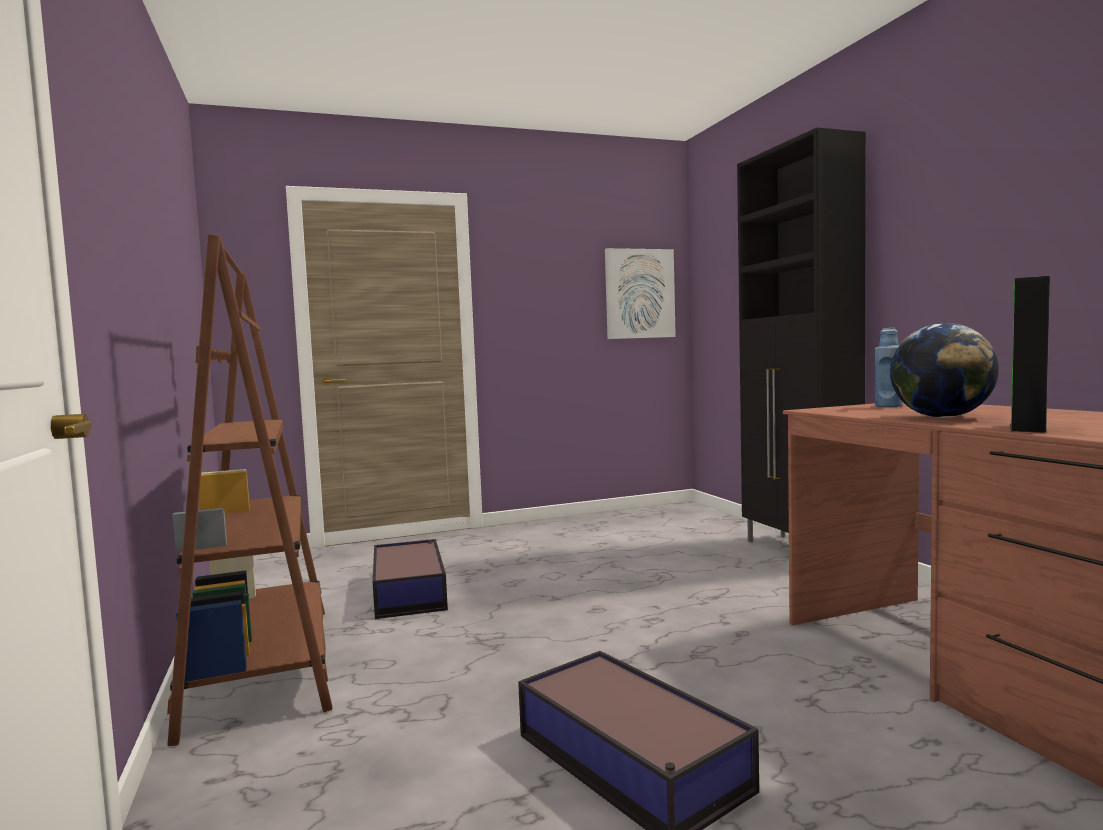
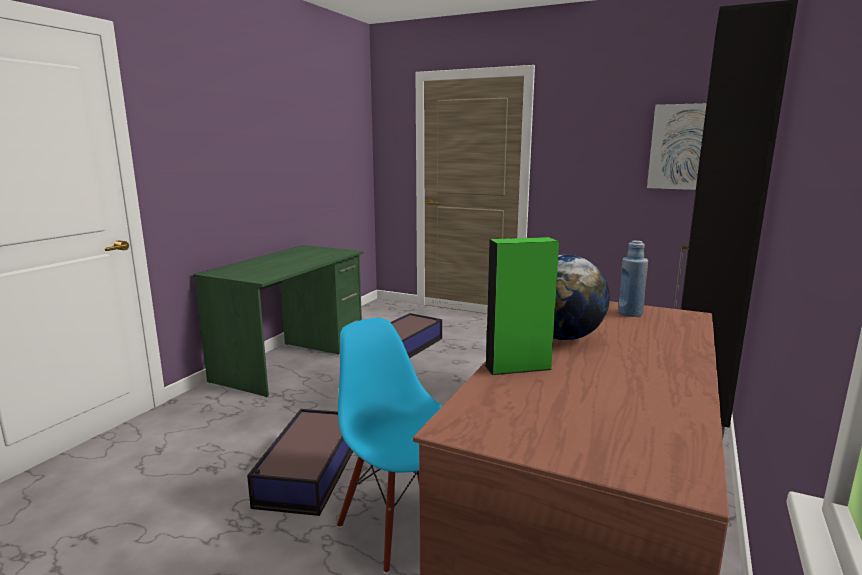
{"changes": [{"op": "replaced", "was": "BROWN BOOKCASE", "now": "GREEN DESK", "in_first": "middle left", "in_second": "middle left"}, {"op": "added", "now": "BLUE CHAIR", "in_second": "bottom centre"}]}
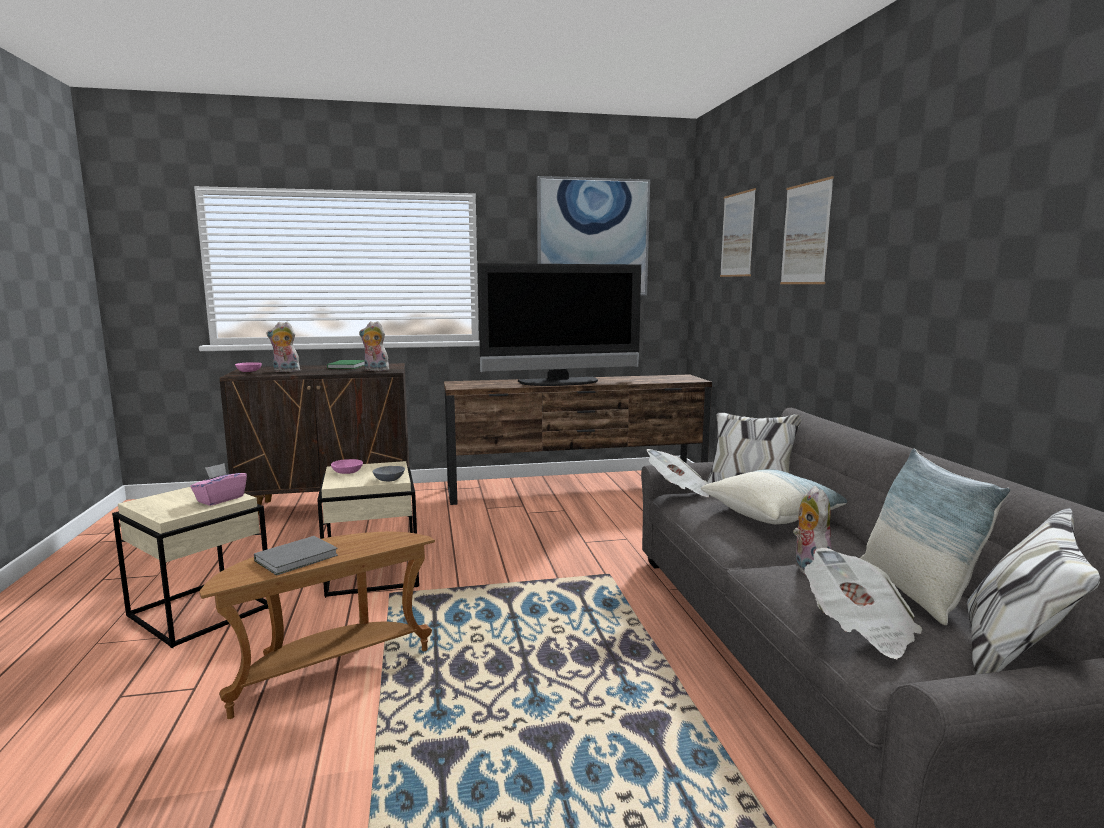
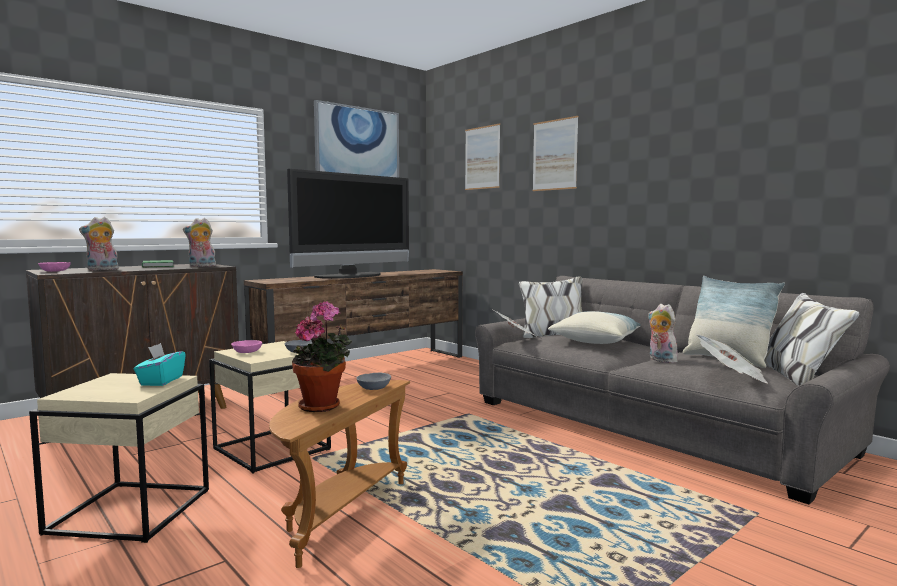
{"changes": [{"op": "recoloured", "was": "PINK TISSUE BOX", "now": "TURQUOISE TISSUE BOX", "in_first": "middle left", "in_second": "middle left"}, {"op": "replaced", "was": "GREY BOOK", "now": "POTTED PLANT", "in_first": "bottom left", "in_second": "centre"}, {"op": "added", "now": "GREY BOWL (2nd from left)", "in_second": "centre"}]}
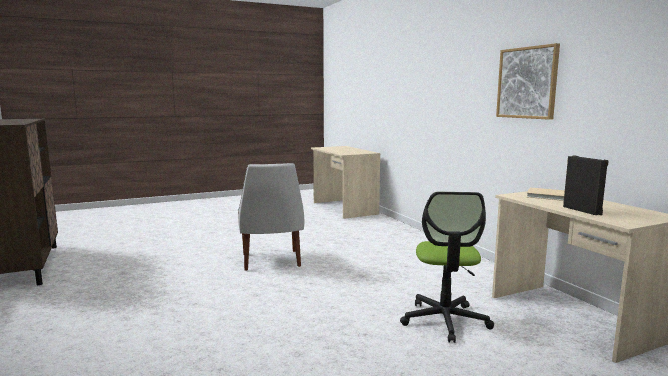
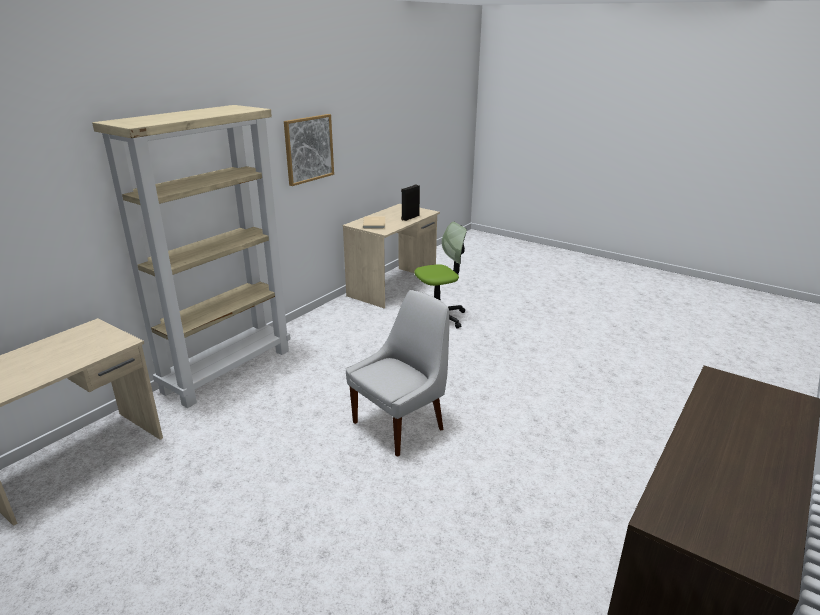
{"changes": [{"op": "added", "now": "BEIGE BOOKCASE", "in_second": "middle left"}]}
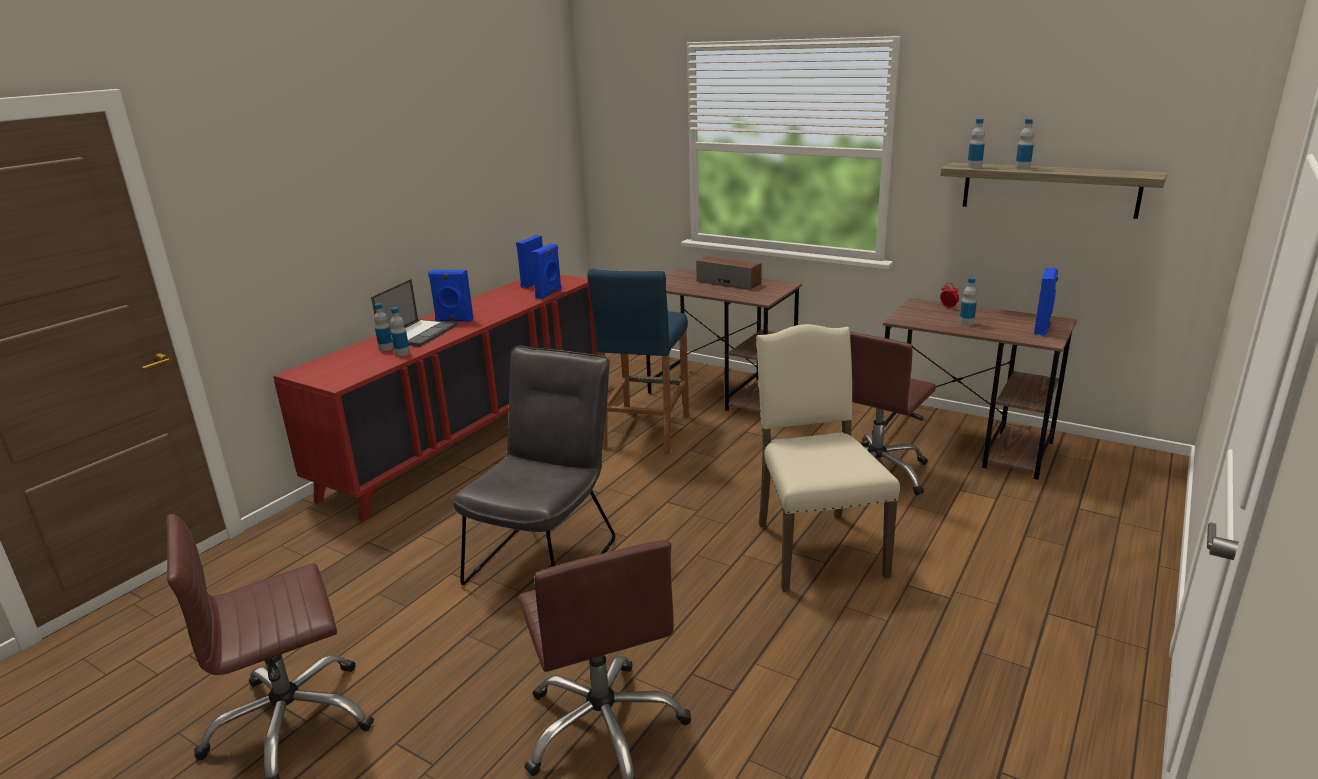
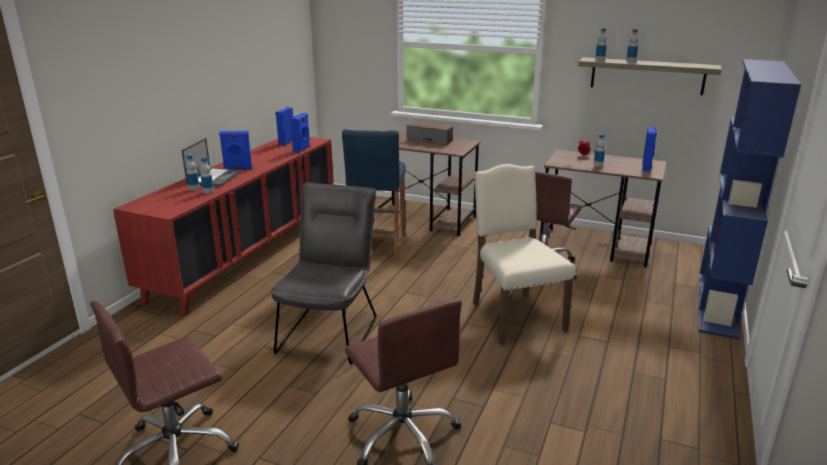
{"changes": [{"op": "added", "now": "BLUE BOOKCASE", "in_second": "middle right"}]}
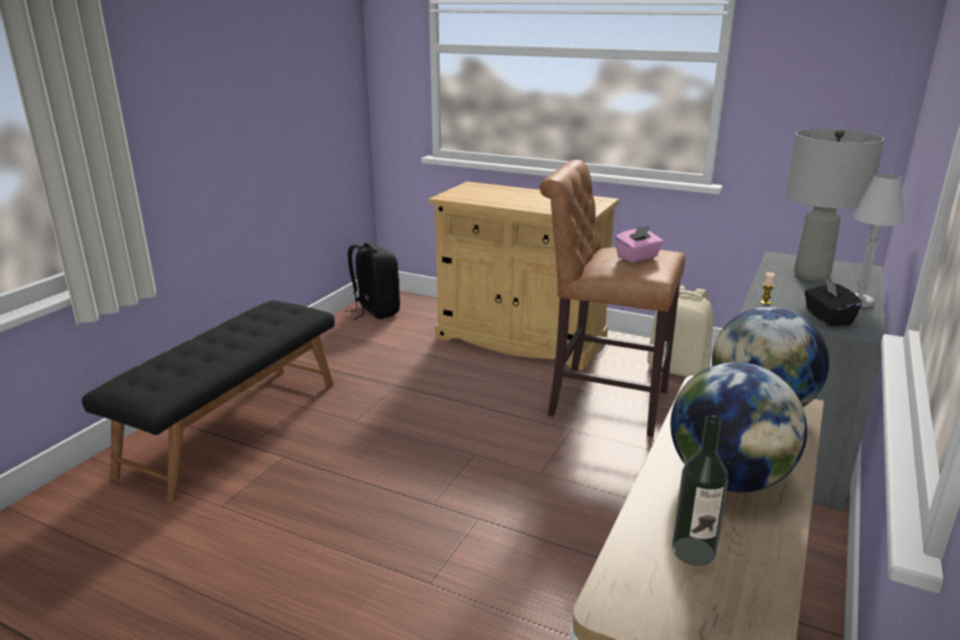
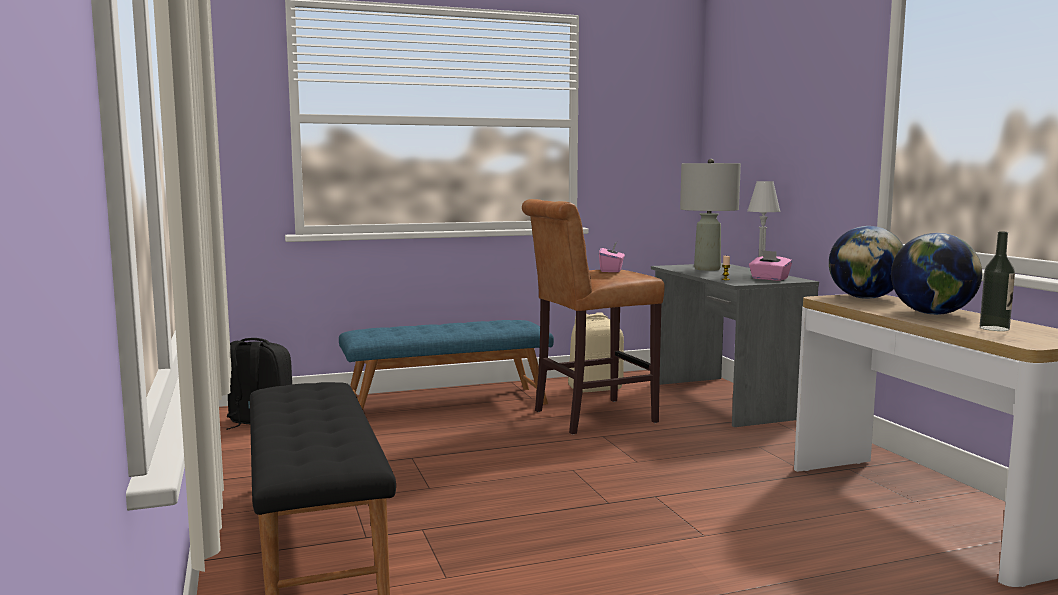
{"changes": [{"op": "replaced", "was": "BEIGE CABINET", "now": "BLUE BENCH", "in_first": "centre", "in_second": "centre"}, {"op": "recoloured", "was": "BLACK TISSUE BOX", "now": "PINK TISSUE BOX (2nd from left)", "in_first": "middle right", "in_second": "middle right"}]}
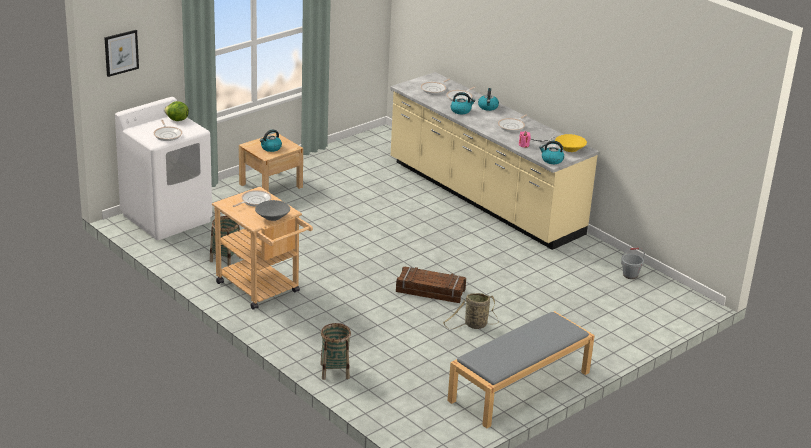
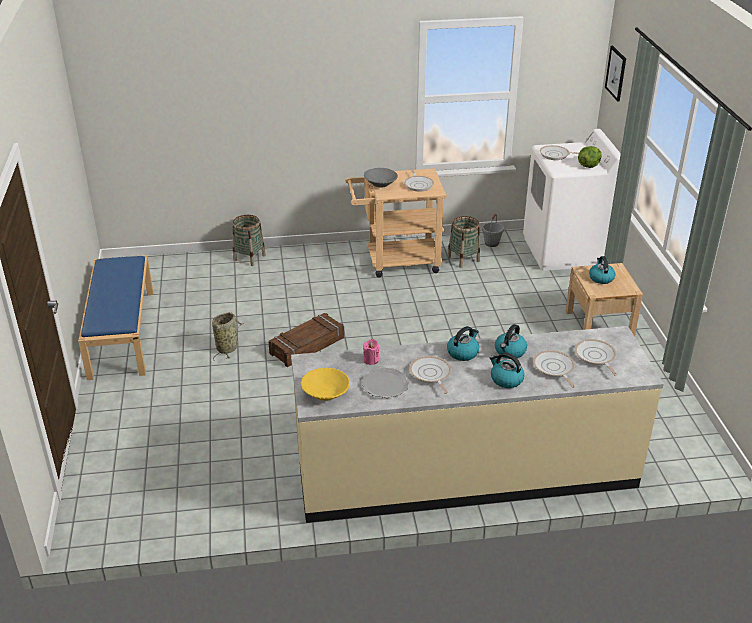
{"changes": [{"op": "recoloured", "was": "GREY BENCH", "now": "BLUE BENCH", "in_first": "bottom centre", "in_second": "middle left"}, {"op": "moved", "was": "KETTLE (4th from left in the first image)", "now": "KETTLE (1st from left)", "in_first": "middle right", "in_second": "centre"}, {"op": "moved", "was": "GREY BUCKET", "in_first": "middle right", "in_second": "centre"}]}
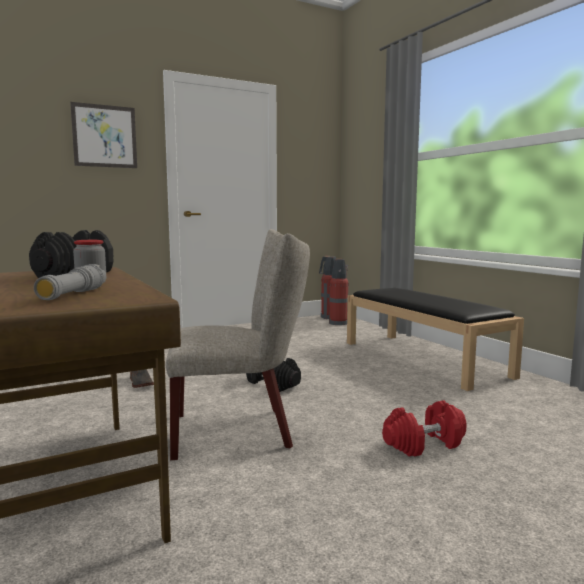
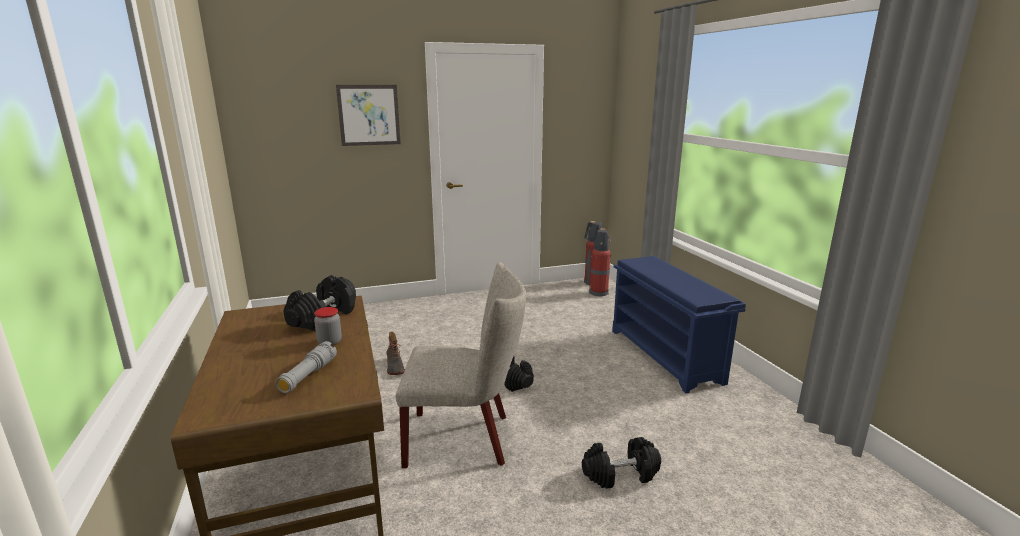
{"changes": [{"op": "recoloured", "was": "RED DUMBBELL", "now": "BLACK DUMBBELL (3rd from left)", "in_first": "bottom right", "in_second": "bottom centre"}, {"op": "replaced", "was": "BLACK BENCH", "now": "BLUE SHOE RACK", "in_first": "middle right", "in_second": "centre"}]}
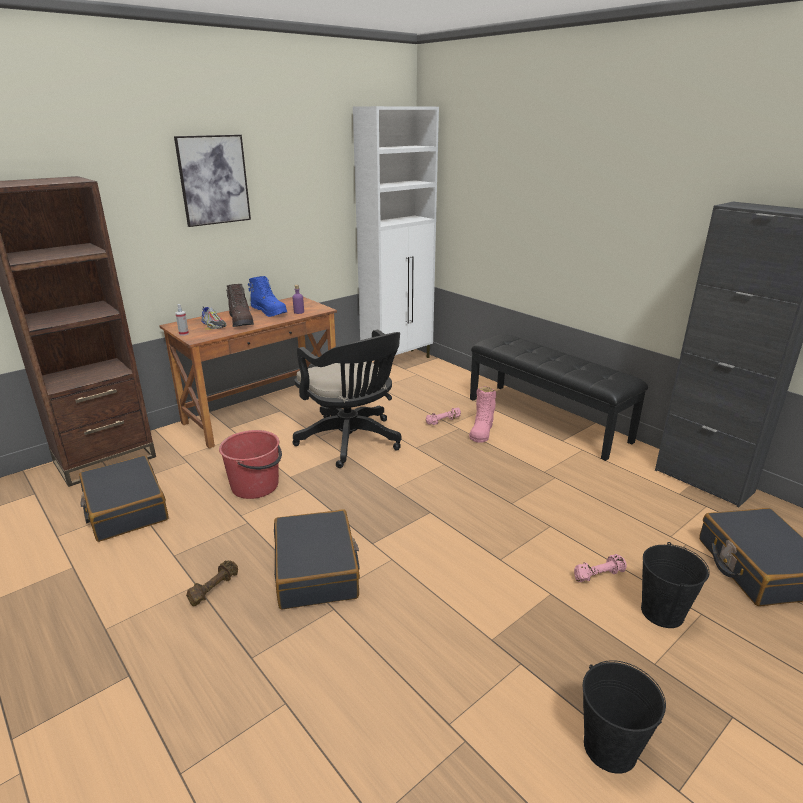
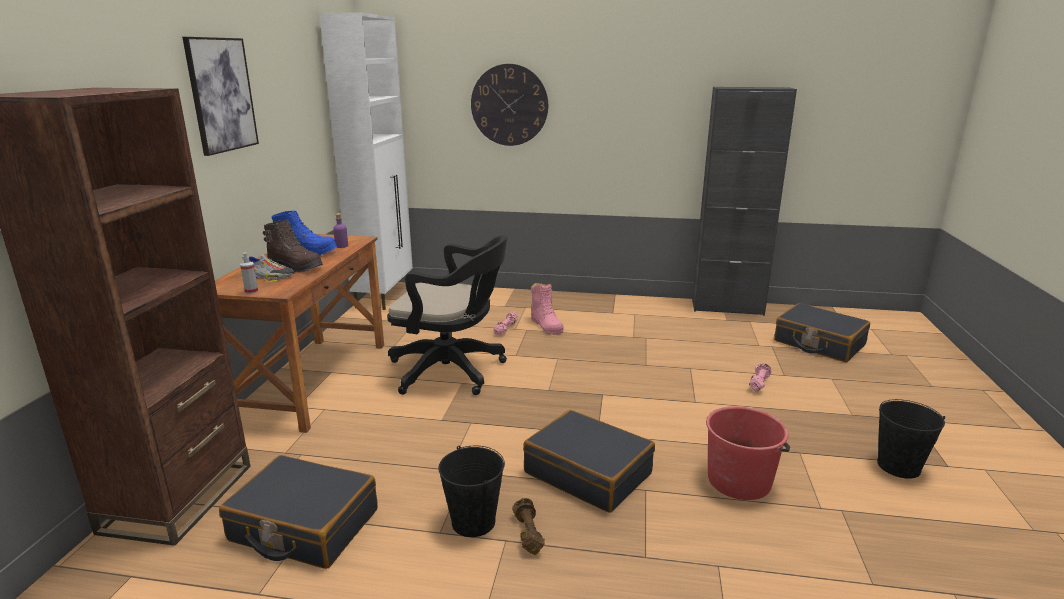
{"changes": [{"op": "moved", "was": "BLACK BUCKET (2nd from left in the first image)", "now": "BLACK BUCKET (1st from left)", "in_first": "bottom right", "in_second": "bottom centre"}, {"op": "added", "now": "WALL CLOCK", "in_second": "top centre"}, {"op": "moved", "was": "RED BUCKET", "in_first": "middle left", "in_second": "bottom right"}, {"op": "removed", "was": "BLACK BENCH", "in_first": "middle right"}]}
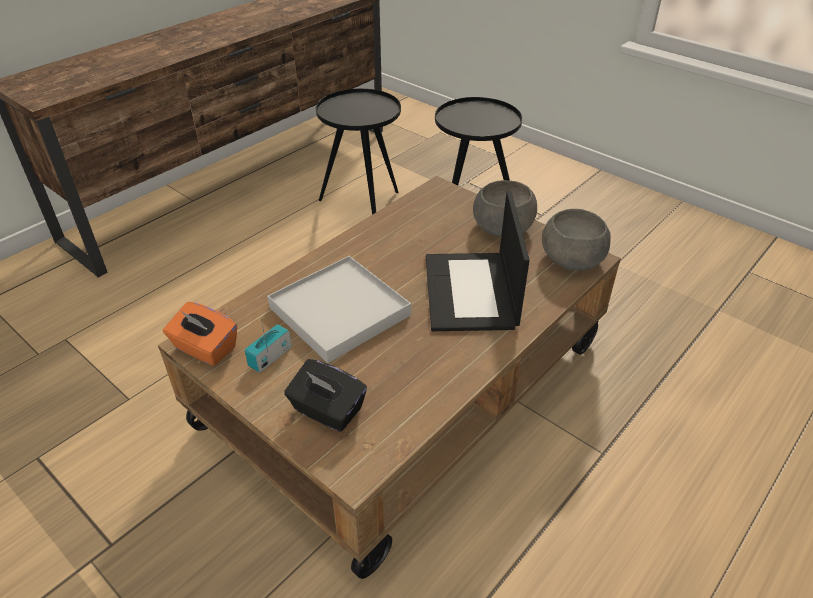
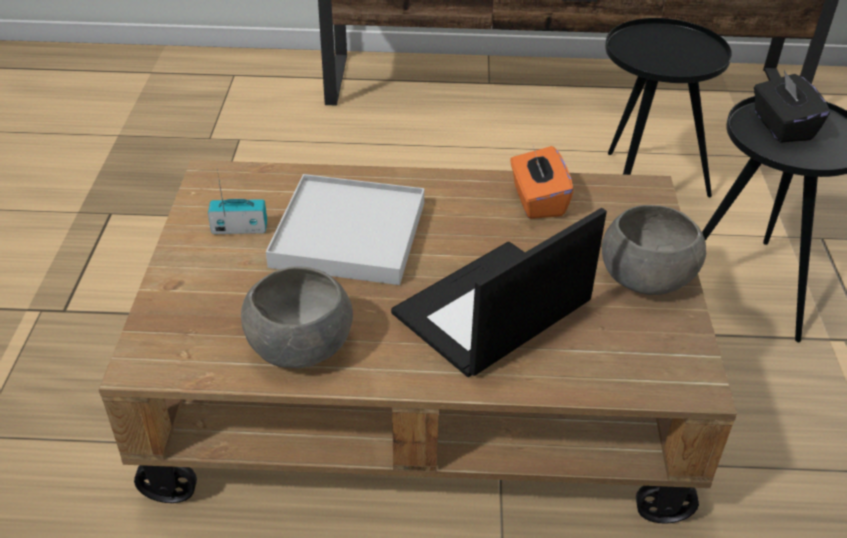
{"changes": [{"op": "moved", "was": "GREY BOWL (2nd from left in the first image)", "now": "GREY BOWL (1st from left)", "in_first": "middle right", "in_second": "centre"}, {"op": "moved", "was": "ORANGE TISSUE BOX", "in_first": "middle left", "in_second": "centre"}, {"op": "moved", "was": "BLACK TISSUE BOX", "in_first": "centre", "in_second": "top right"}]}
